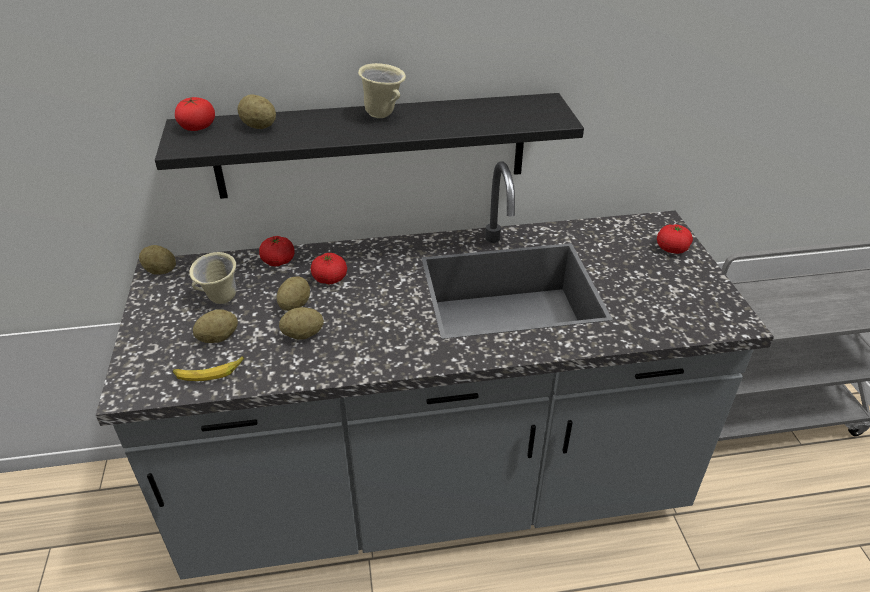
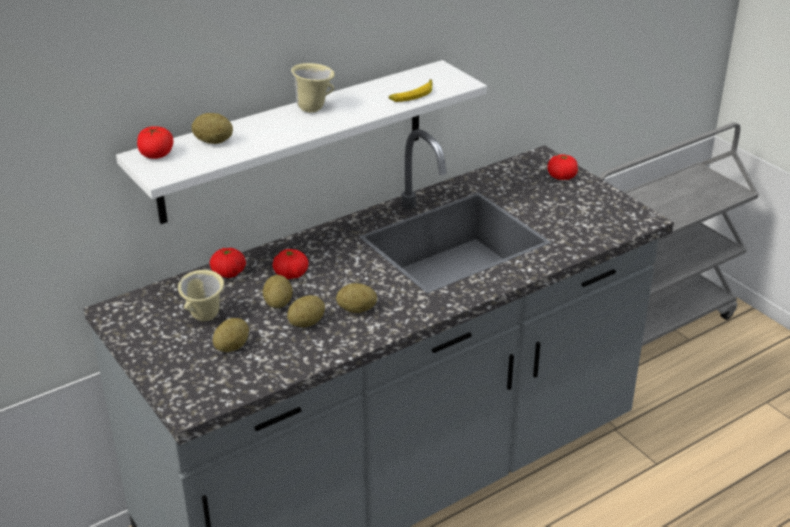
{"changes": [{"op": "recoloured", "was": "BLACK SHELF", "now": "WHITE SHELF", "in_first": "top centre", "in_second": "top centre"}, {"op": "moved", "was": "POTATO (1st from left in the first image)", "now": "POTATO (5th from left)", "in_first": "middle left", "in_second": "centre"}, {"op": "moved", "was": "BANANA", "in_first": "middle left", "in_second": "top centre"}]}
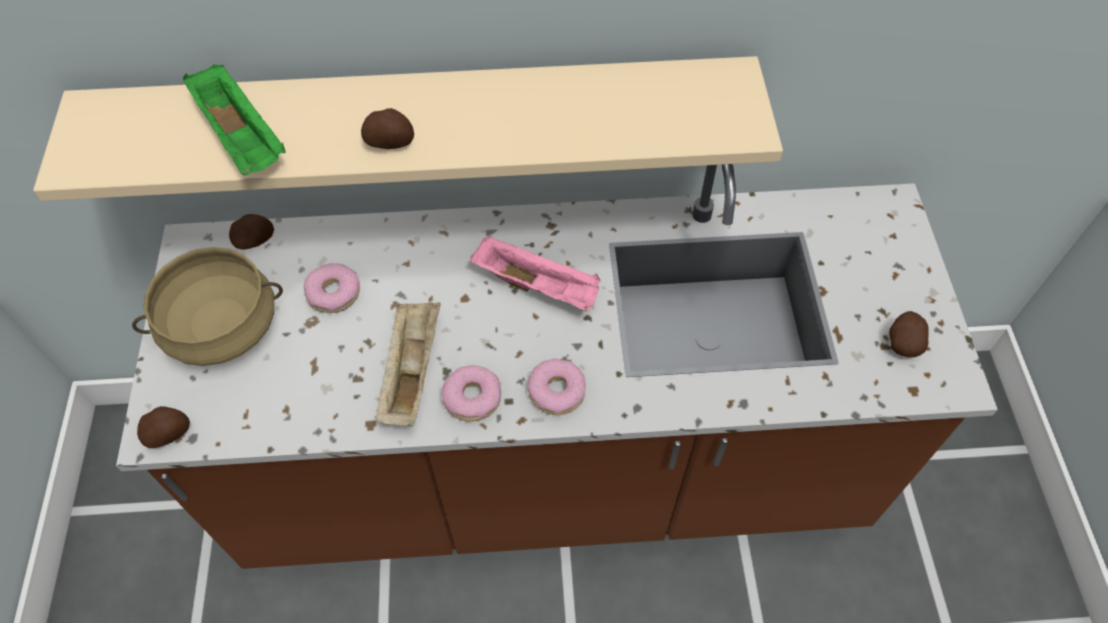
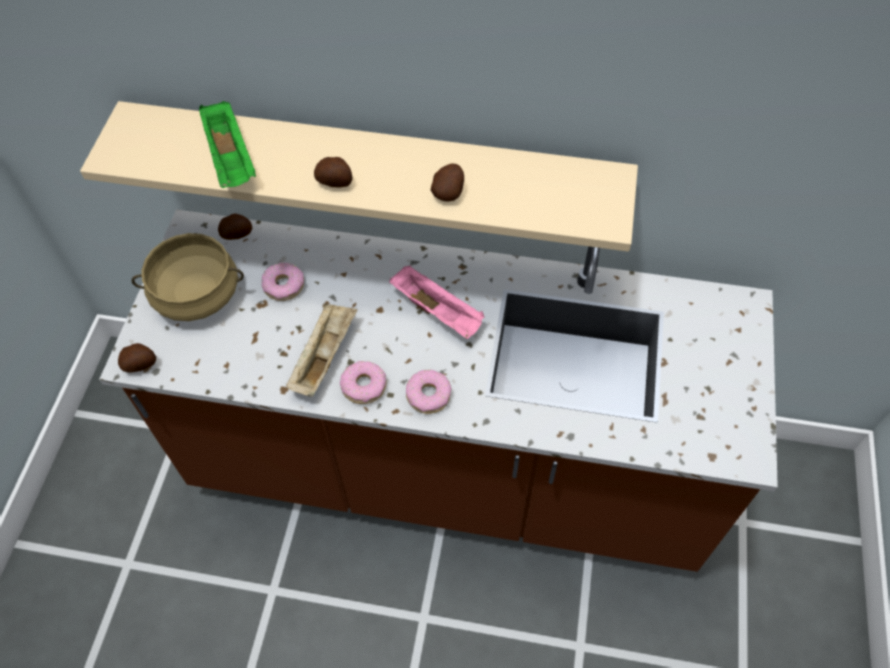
{"changes": [{"op": "moved", "was": "POTATO (4th from left)", "in_first": "middle right", "in_second": "top centre"}]}
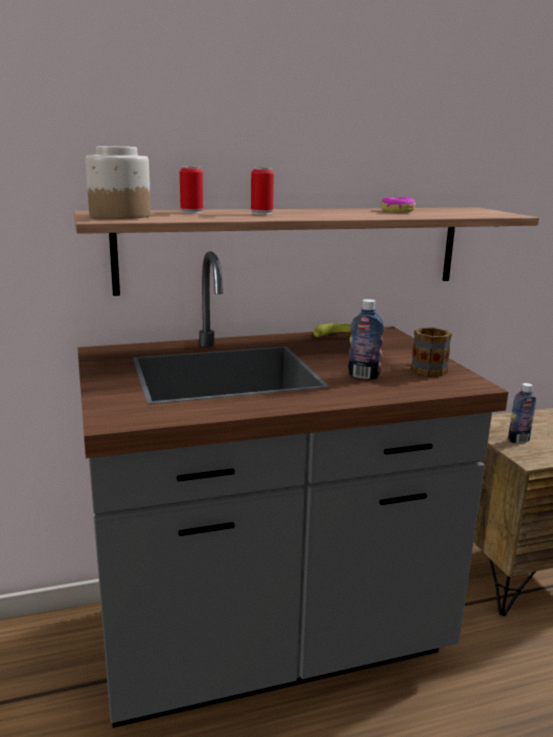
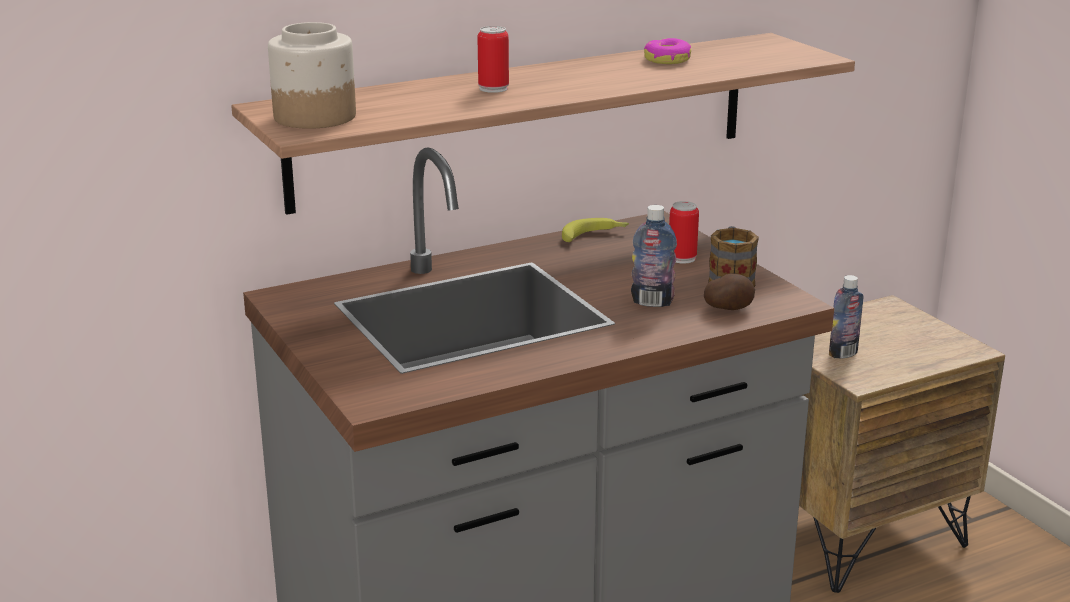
{"changes": [{"op": "moved", "was": "CAN (1st from left in the first image)", "now": "CAN (2nd from left)", "in_first": "top centre", "in_second": "centre"}, {"op": "added", "now": "POTATO", "in_second": "middle right"}]}
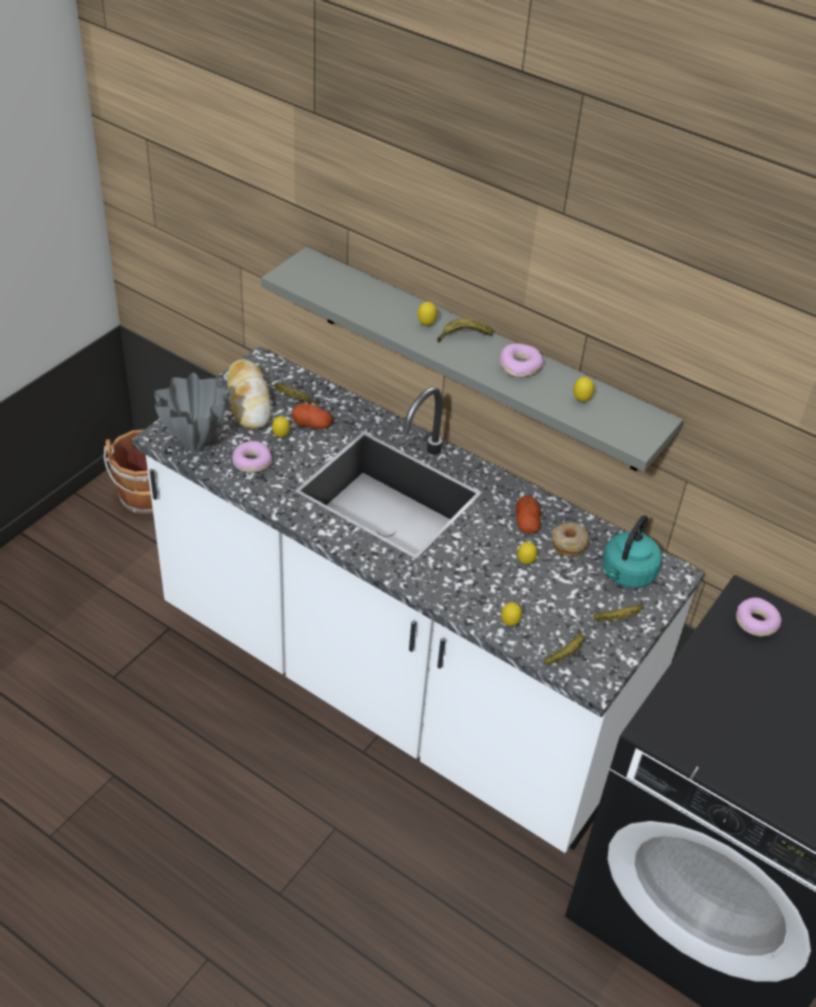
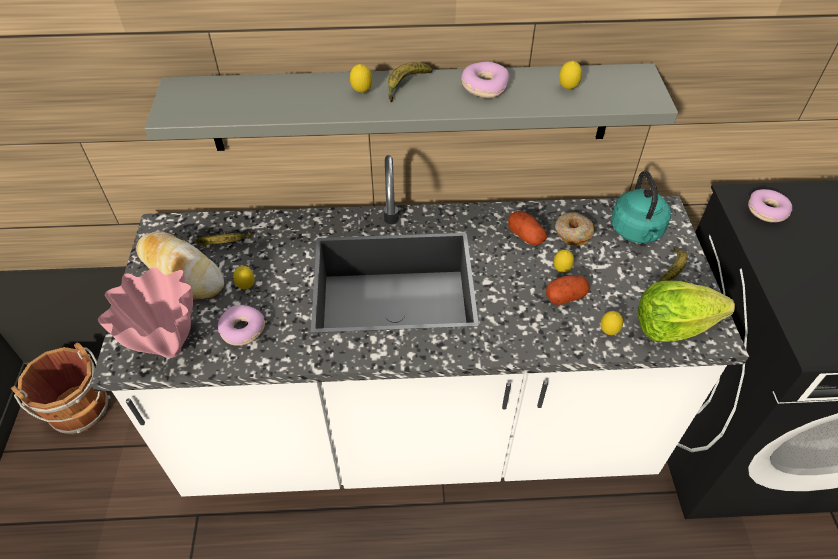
{"changes": [{"op": "recoloured", "was": "GREY VASE", "now": "PINK VASE", "in_first": "middle left", "in_second": "middle left"}, {"op": "moved", "was": "POTATO (1st from left in the first image)", "now": "POTATO (2nd from left)", "in_first": "centre", "in_second": "middle right"}, {"op": "replaced", "was": "BANANA (3rd from left)", "now": "LETTUCE", "in_first": "middle right", "in_second": "middle right"}]}
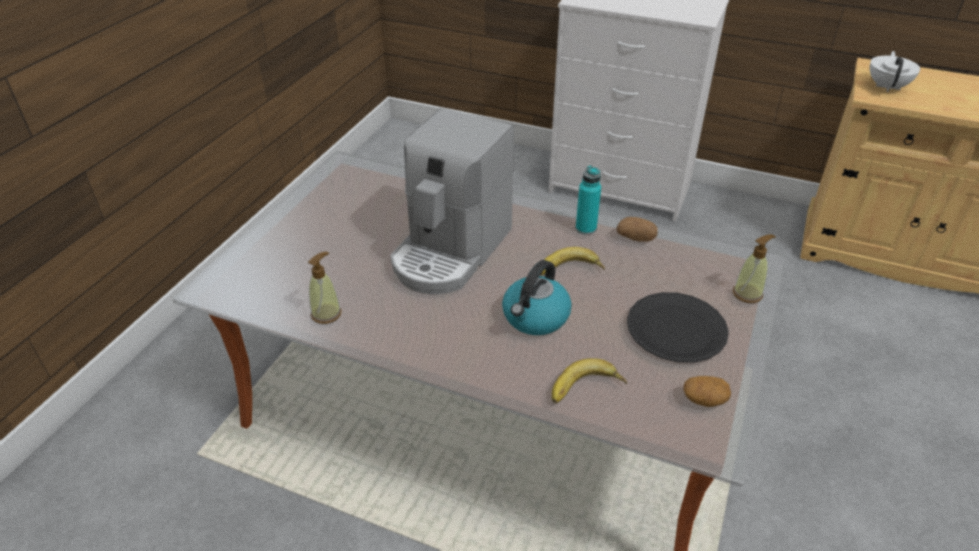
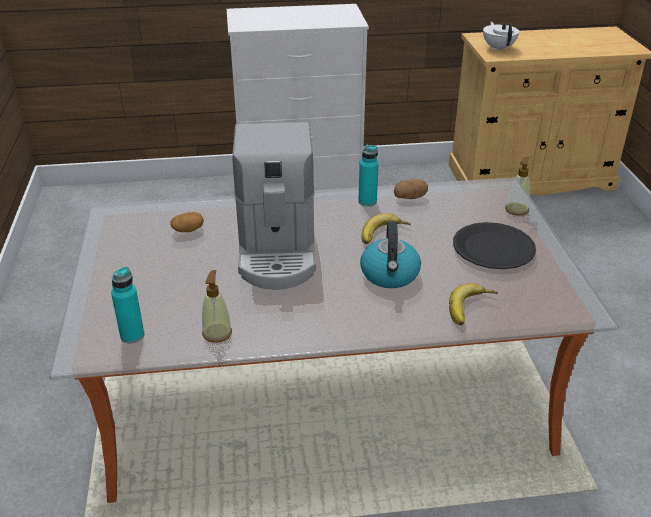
{"changes": [{"op": "added", "now": "TURQUOISE BOTTLE (1st from left)", "in_second": "middle left"}, {"op": "moved", "was": "POTATO (2nd from left in the first image)", "now": "POTATO (1st from left)", "in_first": "bottom right", "in_second": "middle left"}]}
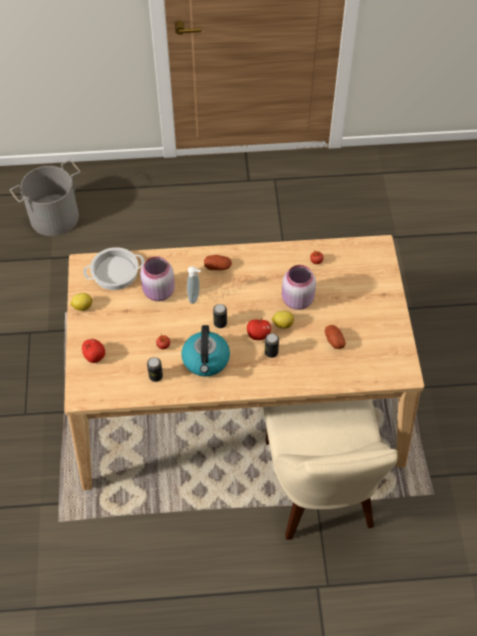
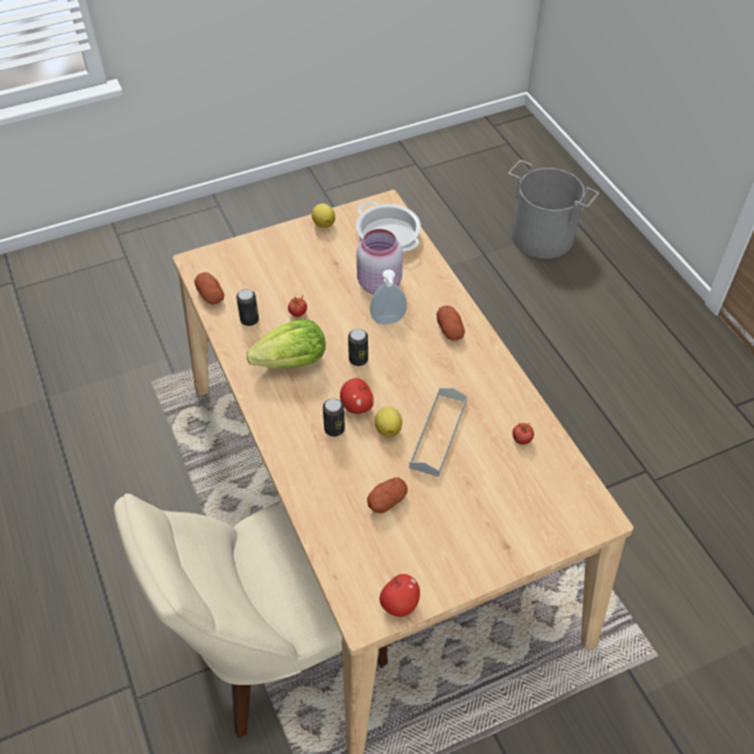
{"changes": [{"op": "added", "now": "POTATO (1st from left)", "in_second": "middle left"}, {"op": "replaced", "was": "KETTLE", "now": "LETTUCE", "in_first": "centre", "in_second": "centre"}, {"op": "moved", "was": "APPLE (1st from left in the first image)", "now": "APPLE (2nd from left)", "in_first": "middle left", "in_second": "bottom centre"}, {"op": "replaced", "was": "PINK JAR (2nd from left)", "now": "GREY TRAY", "in_first": "centre", "in_second": "centre"}]}
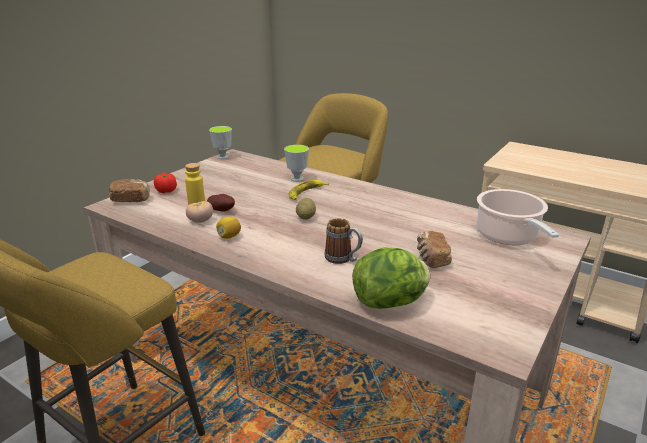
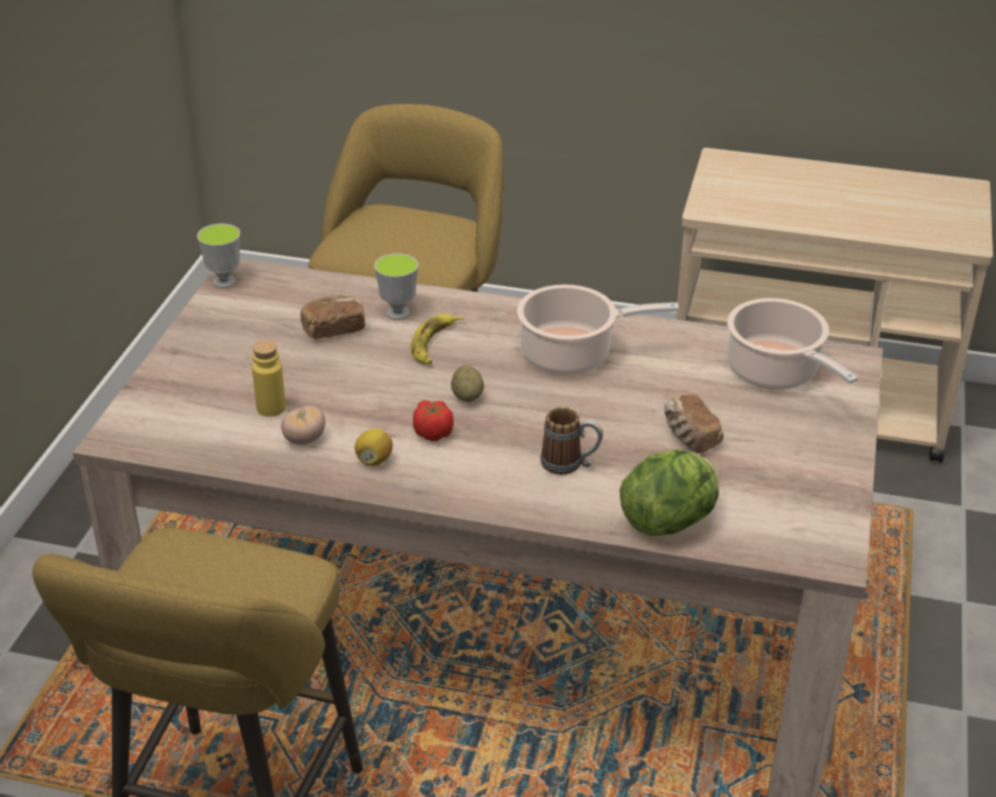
{"changes": [{"op": "moved", "was": "BREAD (1st from left)", "in_first": "middle left", "in_second": "centre"}, {"op": "moved", "was": "TOMATO (1st from left in the first image)", "now": "TOMATO (2nd from left)", "in_first": "middle left", "in_second": "centre"}, {"op": "added", "now": "COOKING POT (1st from left)", "in_second": "centre"}, {"op": "removed", "was": "POTATO (1st from left)", "in_first": "centre"}]}
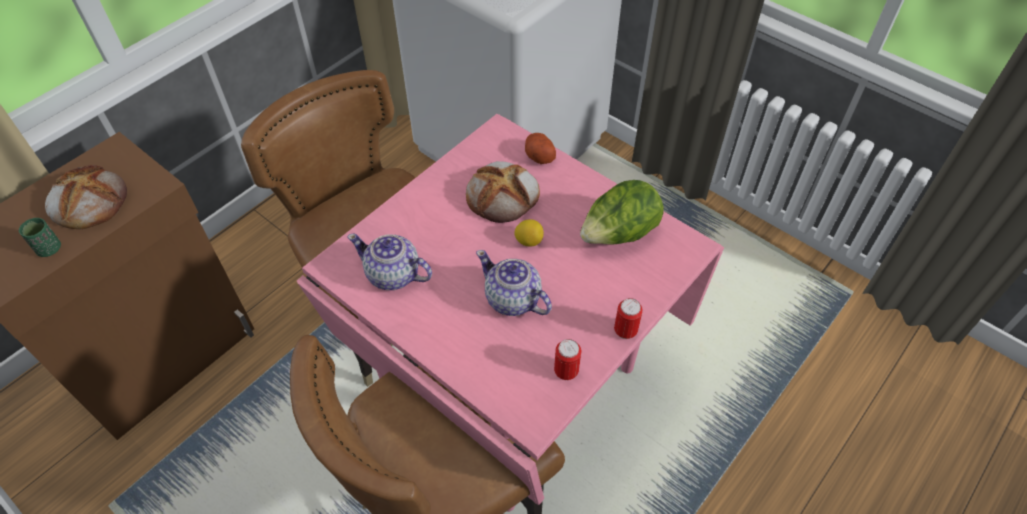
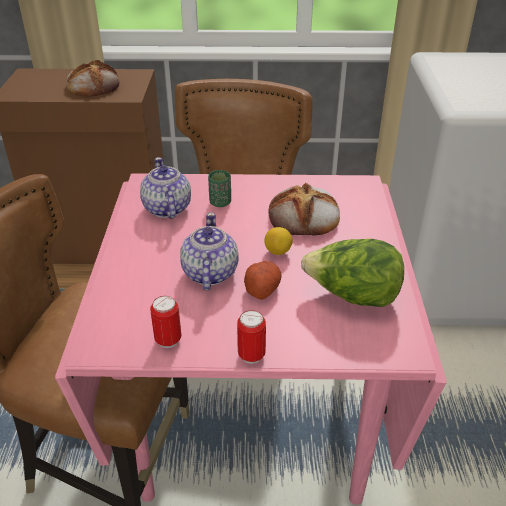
{"changes": [{"op": "moved", "was": "GREEN CUP", "in_first": "middle left", "in_second": "centre"}, {"op": "moved", "was": "POTATO", "in_first": "top centre", "in_second": "centre"}]}
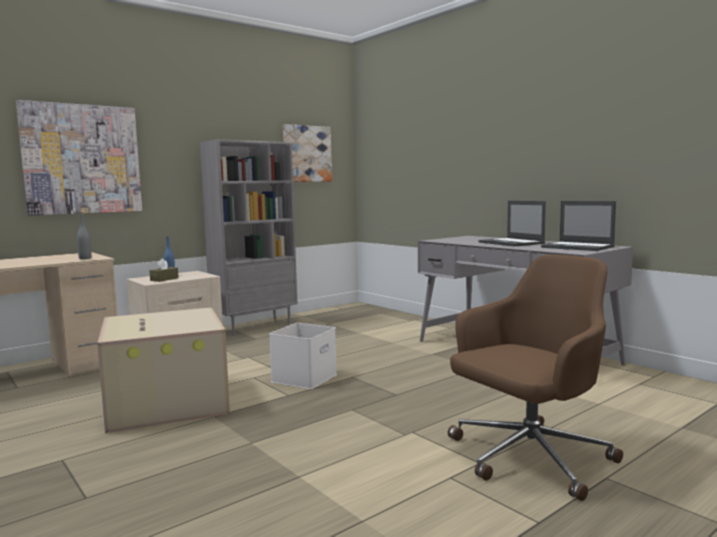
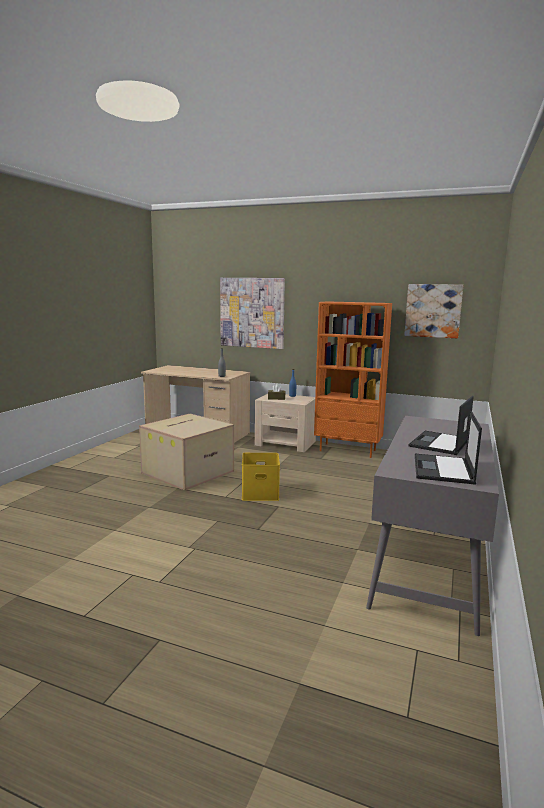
{"changes": [{"op": "recoloured", "was": "WHITE STORAGE BOX", "now": "YELLOW STORAGE BOX", "in_first": "centre", "in_second": "centre"}, {"op": "recoloured", "was": "GREY BOOKCASE", "now": "ORANGE BOOKCASE", "in_first": "centre", "in_second": "centre"}, {"op": "removed", "was": "BROWN OFFICE CHAIR", "in_first": "bottom right"}]}
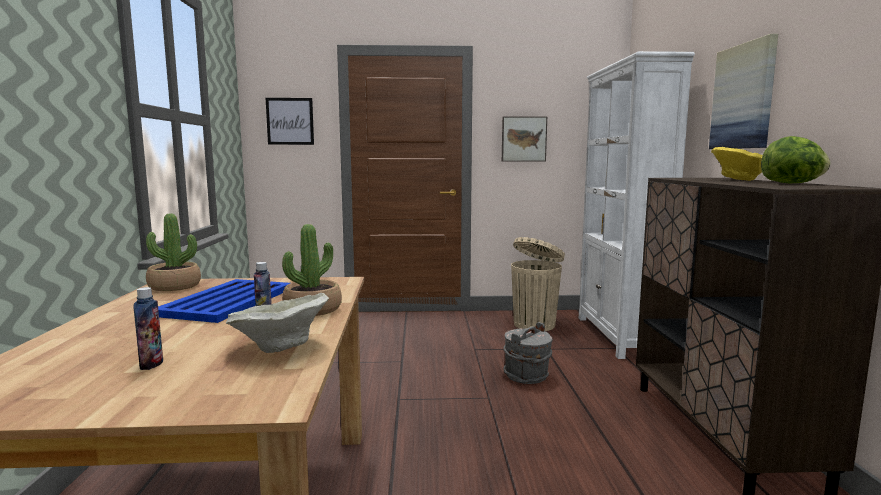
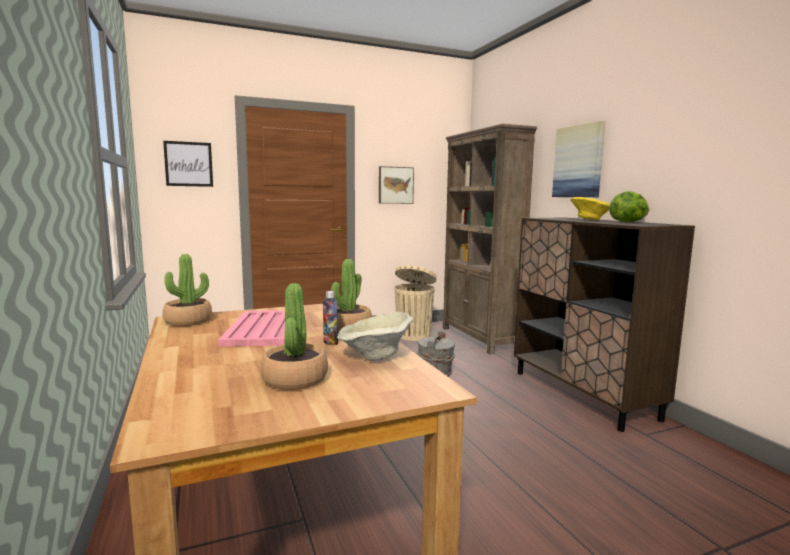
{"changes": [{"op": "recoloured", "was": "BLUE TRAY", "now": "PINK TRAY", "in_first": "middle left", "in_second": "middle left"}, {"op": "replaced", "was": "BOTTLE (1st from left)", "now": "POTTED PLANT (2nd from left)", "in_first": "middle left", "in_second": "centre"}, {"op": "recoloured", "was": "WHITE BOOKCASE", "now": "BROWN BOOKCASE", "in_first": "middle right", "in_second": "centre"}]}
